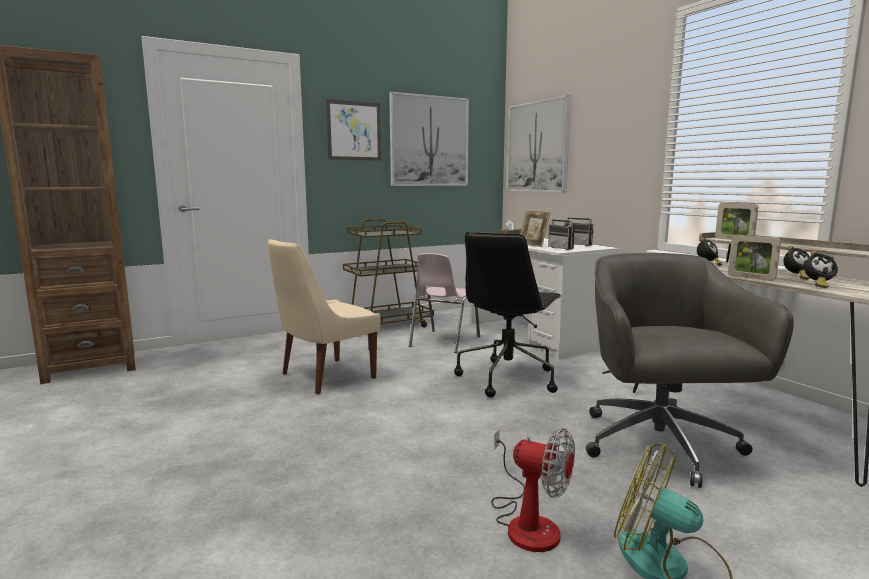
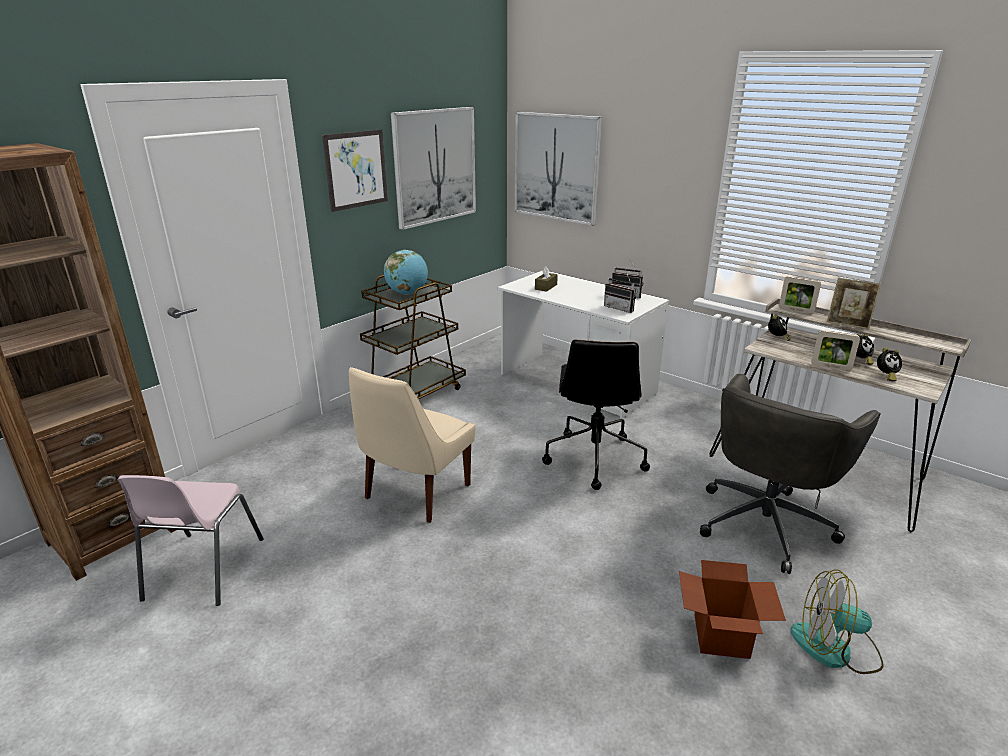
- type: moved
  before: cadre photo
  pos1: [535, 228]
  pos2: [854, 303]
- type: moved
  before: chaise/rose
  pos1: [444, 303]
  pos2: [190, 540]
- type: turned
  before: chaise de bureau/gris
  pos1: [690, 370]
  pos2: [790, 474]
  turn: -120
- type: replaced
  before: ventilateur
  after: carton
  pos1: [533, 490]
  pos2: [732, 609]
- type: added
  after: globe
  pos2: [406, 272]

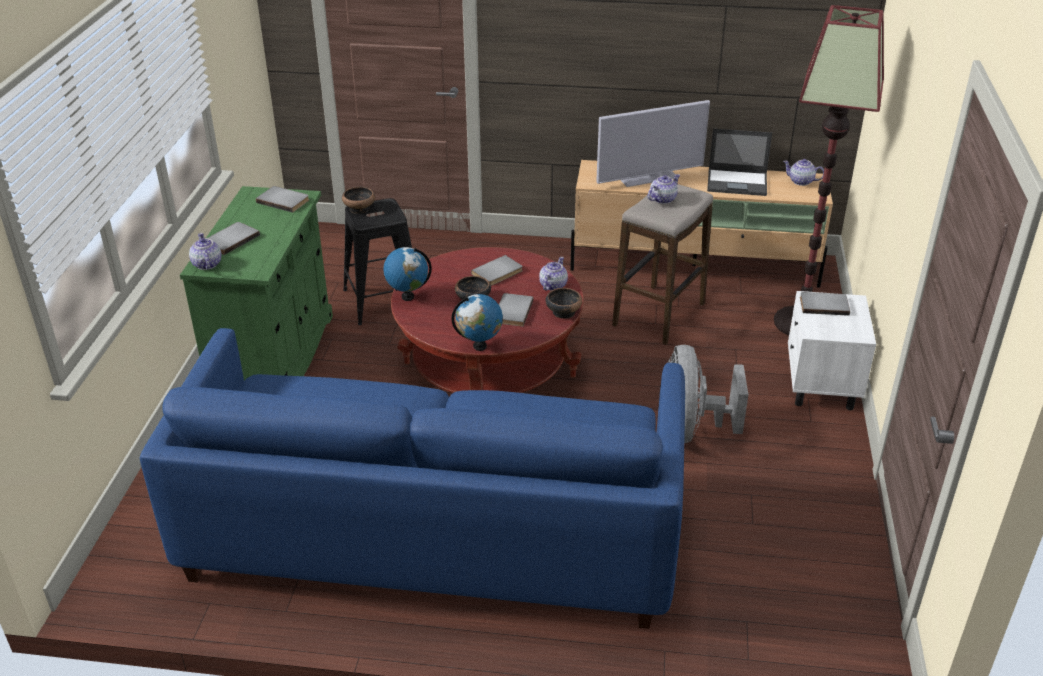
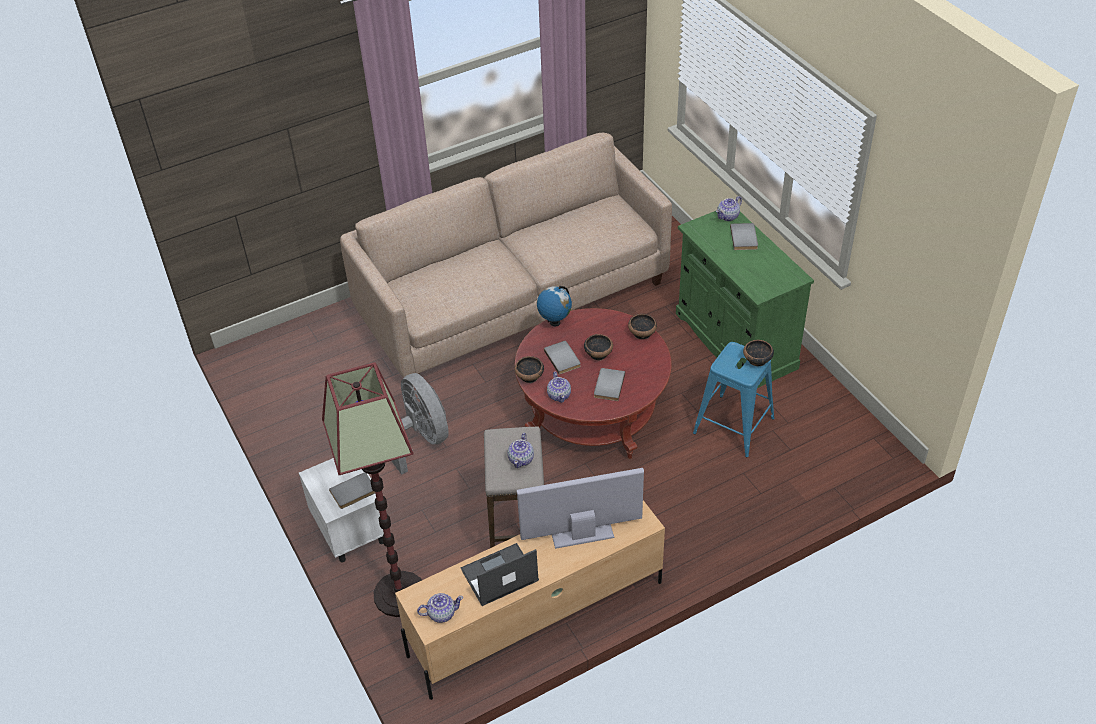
- type: turned
  before: téléviseur
  pos1: [653, 143]
  pos2: [580, 508]
  turn: 45
- type: removed
  before: livre/gris
  pos1: [282, 199]
- type: recoloured
  before: tabouret/noir
  after: tabouret/bleu
  pos1: [377, 261]
  pos2: [734, 399]
- type: turned
  before: théière
  pos1: [205, 251]
  pos2: [729, 208]
  turn: 105
- type: replaced
  before: globe
  after: bol
  pos1: [407, 274]
  pos2: [642, 326]
- type: recoloured
  before: canapé/bleu
  after: canapé/beige
  pos1: [412, 478]
  pos2: [506, 255]

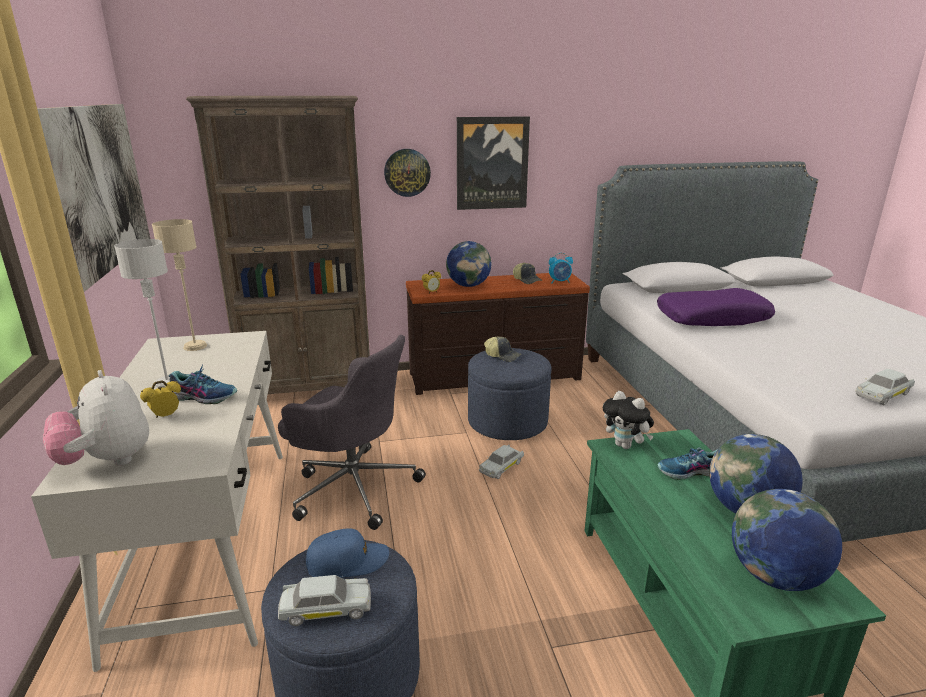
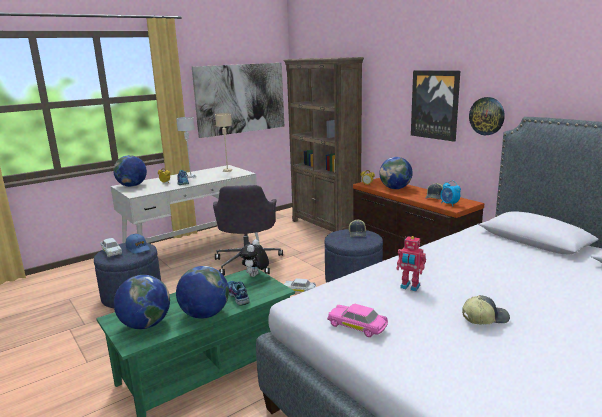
- type: moved
  before: horloge murale
  pos1: [407, 173]
  pos2: [487, 116]
- type: removed
  before: coussin/violet
  pos1: [716, 307]
- type: recoloured
  before: petite voiture/blanc
  after: petite voiture/rose
  pos1: [885, 387]
  pos2: [357, 320]
- type: replaced
  before: peluche
  after: globe
  pos1: [96, 418]
  pos2: [130, 171]
- type: added
  after: robot jouet
  pos2: [411, 263]
- type: added
  after: casquette
  pos2: [486, 309]

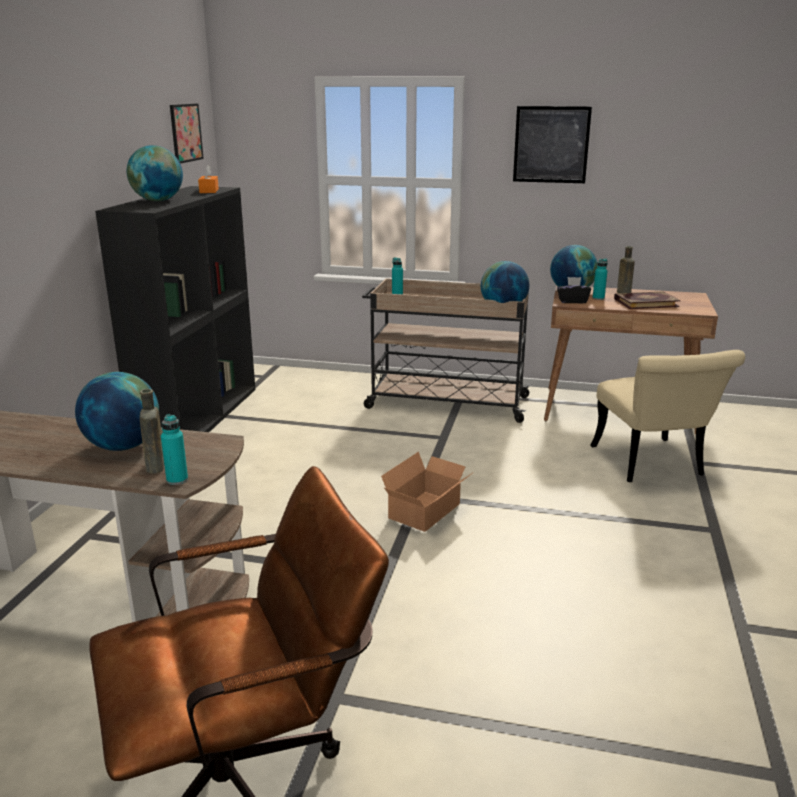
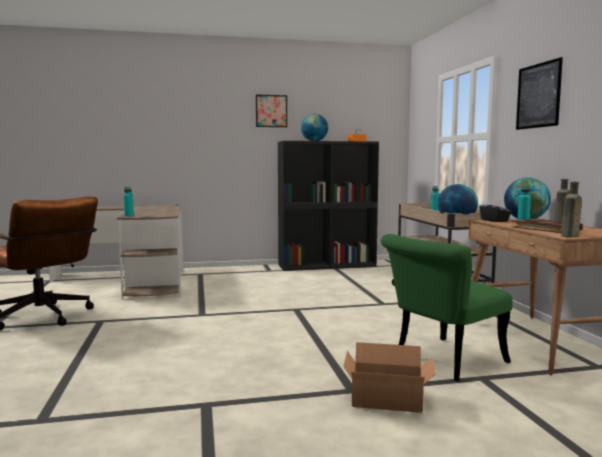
- type: moved
  before: tableau
  pos1: [187, 134]
  pos2: [271, 110]
- type: recoloured
  before: chaise/beige
  after: chaise/vert
  pos1: [667, 416]
  pos2: [447, 307]
- type: removed
  before: globe
  pos1: [117, 411]
- type: moved
  before: bouteille/marron
  pos1: [152, 431]
  pos2: [571, 210]
- type: moved
  before: carton
  pos1: [427, 492]
  pos2: [389, 377]

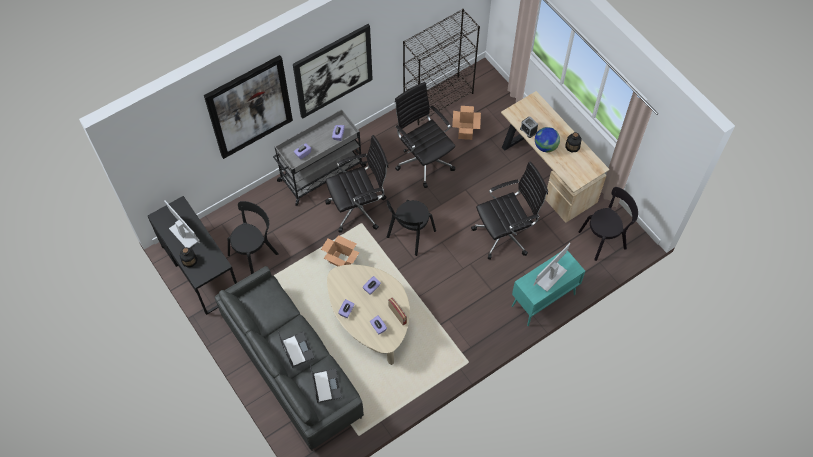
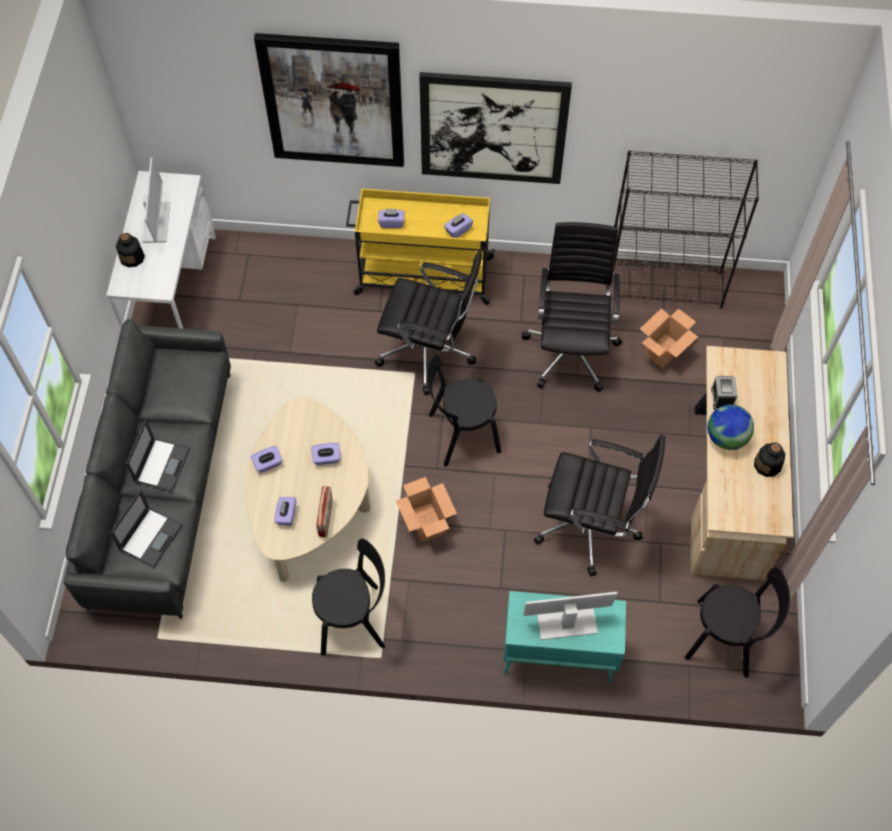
- type: recoloured
  before: chariot/gris
  after: chariot/jaune
  pos1: [320, 157]
  pos2: [420, 247]
- type: recoloured
  before: bureau/noir
  after: bureau/blanc
  pos1: [192, 255]
  pos2: [161, 250]
- type: moved
  before: chaise/noir
  pos1: [253, 237]
  pos2: [348, 597]
- type: moved
  before: carton
  pos1: [340, 251]
  pos2: [426, 509]

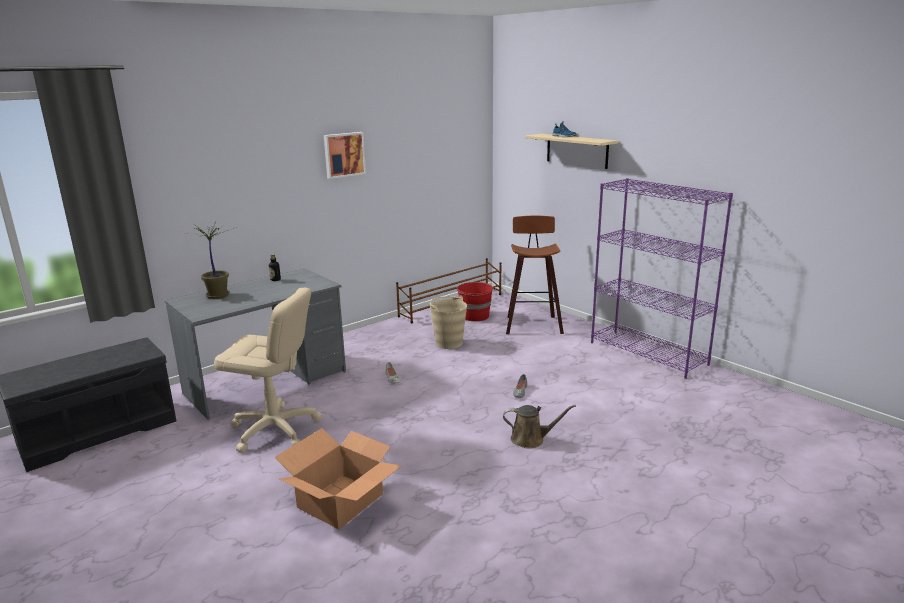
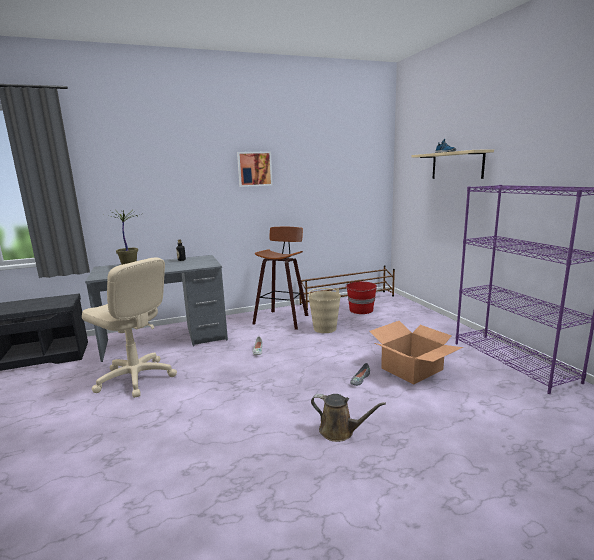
- type: moved
  before: tabouret
  pos1: [535, 275]
  pos2: [280, 278]
- type: moved
  before: carton
  pos1: [338, 478]
  pos2: [416, 353]

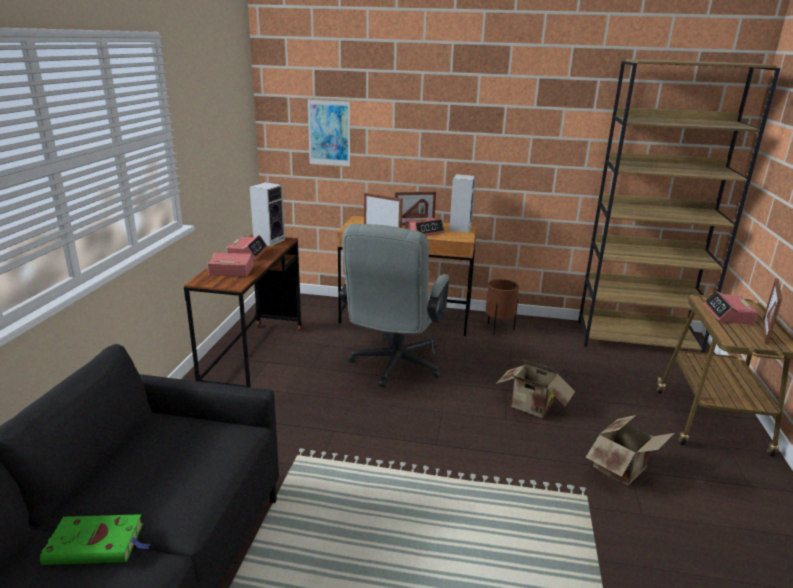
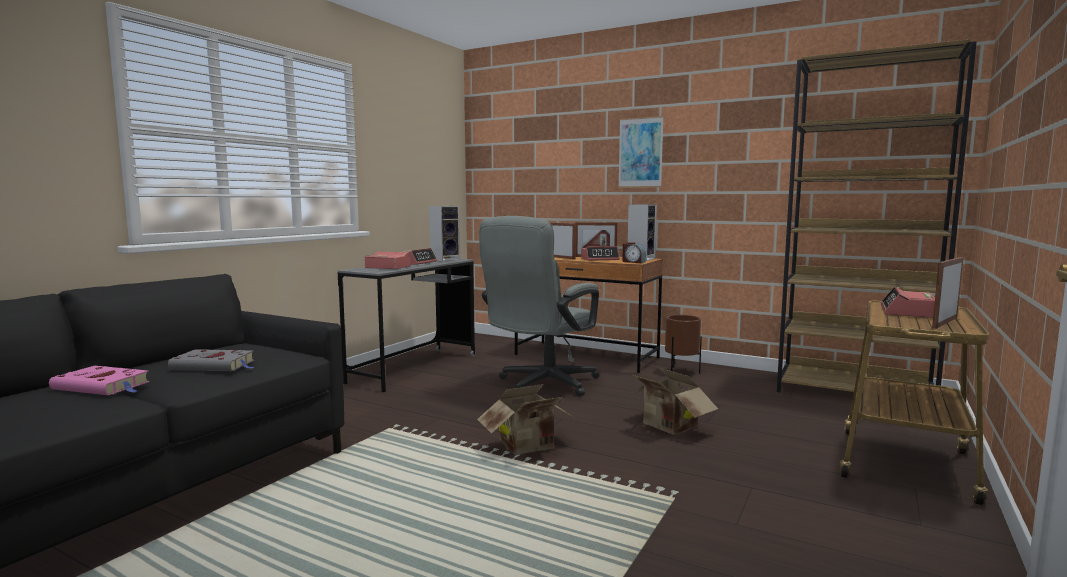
- type: moved
  before: tableau
  pos1: [328, 132]
  pos2: [641, 152]
- type: recoloured
  before: bureau/marron
  after: bureau/gris
  pos1: [243, 311]
  pos2: [407, 325]
- type: moved
  before: carton
  pos1: [630, 450]
  pos2: [526, 419]
- type: recoloured
  before: livre/vert
  after: livre/rose
  pos1: [95, 539]
  pos2: [99, 380]
- type: added
  after: réveil
  pos2: [634, 252]
- type: added
  after: livre/gris
  pos2: [211, 360]

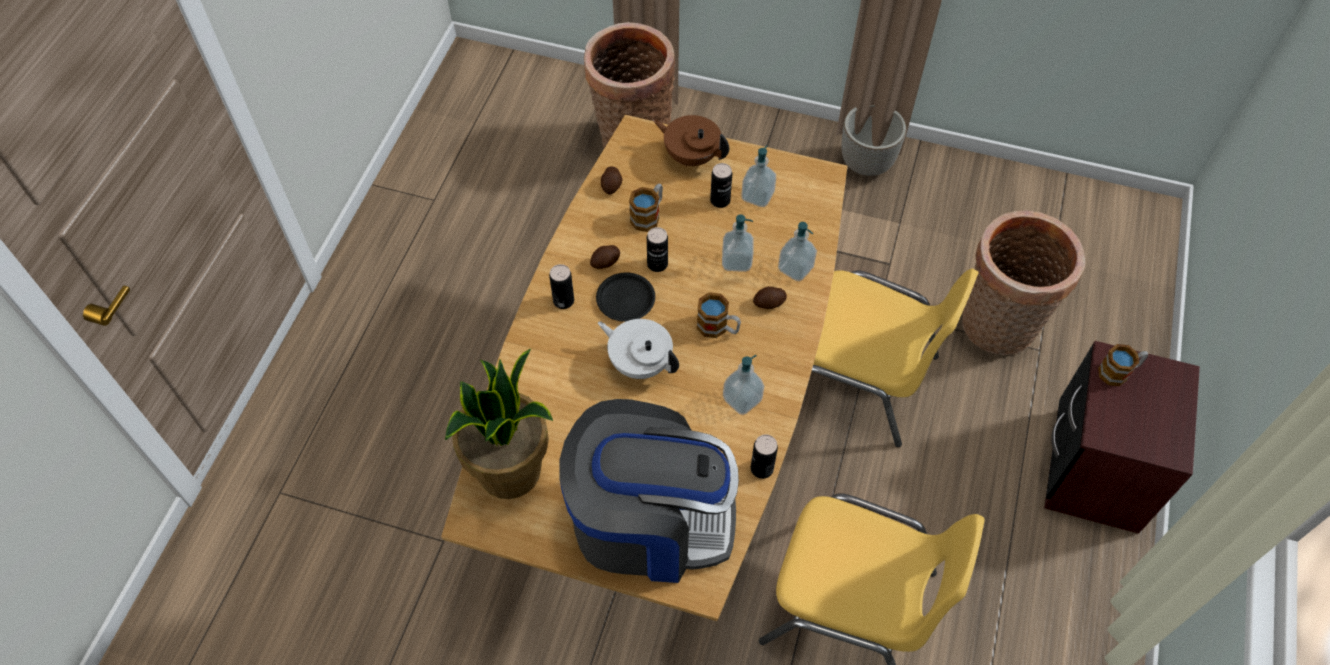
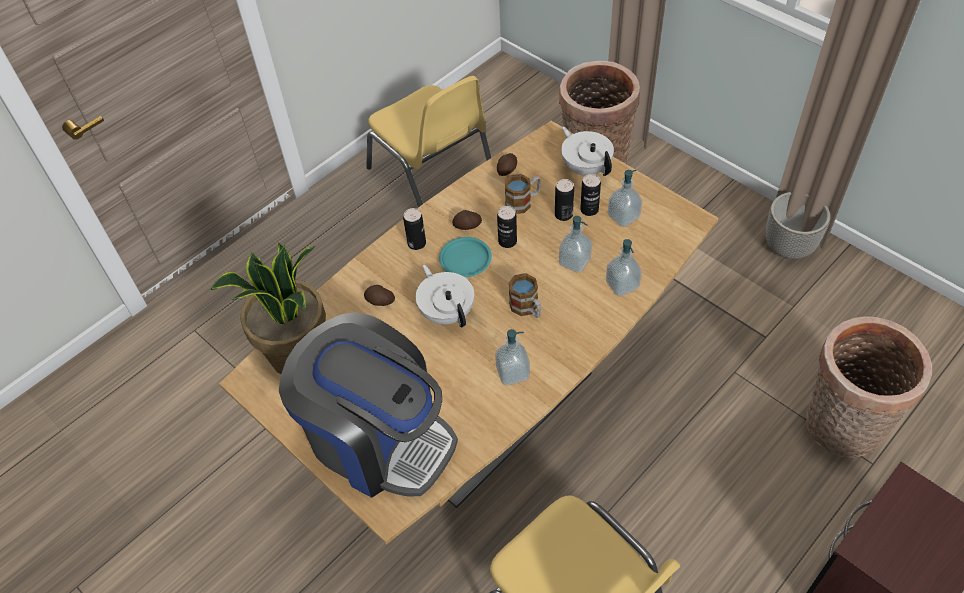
- type: recoloured
  before: théière/marron
  after: théière/blanc
  pos1: [691, 140]
  pos2: [587, 151]
- type: moved
  before: chaise/jaune
  pos1: [895, 357]
  pos2: [428, 141]
- type: recoloured
  before: assiette/noir
  after: assiette/turquoise
  pos1: [625, 297]
  pos2: [465, 257]
- type: moved
  before: pomme de terre
  pos1: [770, 297]
  pos2: [379, 295]
- type: removed
  before: mug
  pos1: [1123, 365]
- type: moved
  before: boîte métallique
  pos1: [764, 456]
  pos2: [564, 200]

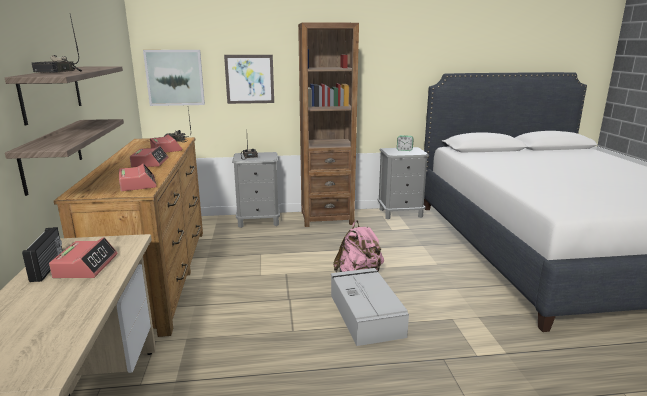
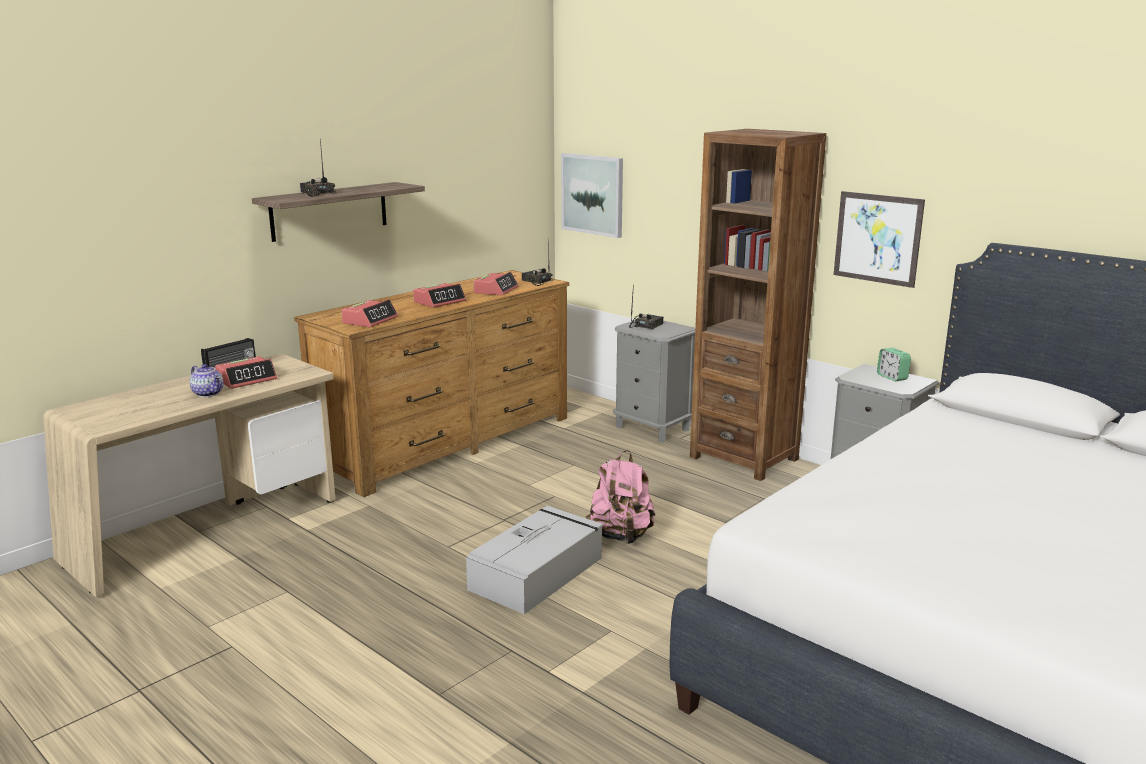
- type: turned
  before: radio
  pos1: [57, 44]
  pos2: [318, 167]
  turn: 75
- type: moved
  before: tableau
  pos1: [249, 79]
  pos2: [879, 239]
- type: removed
  before: étagère
  pos1: [64, 157]
- type: added
  after: théière
  pos2: [206, 380]

